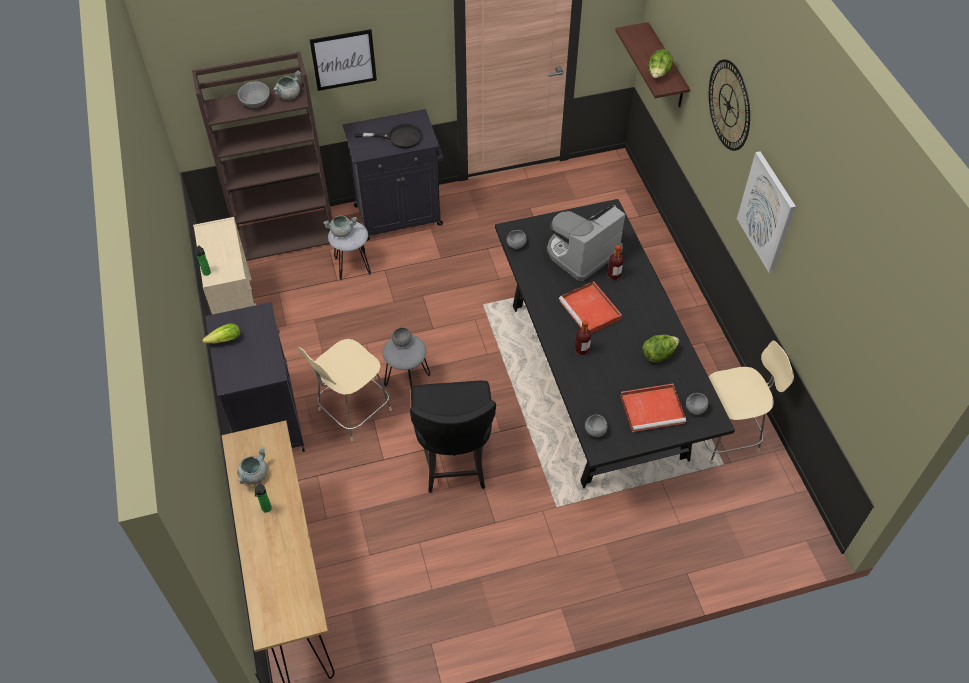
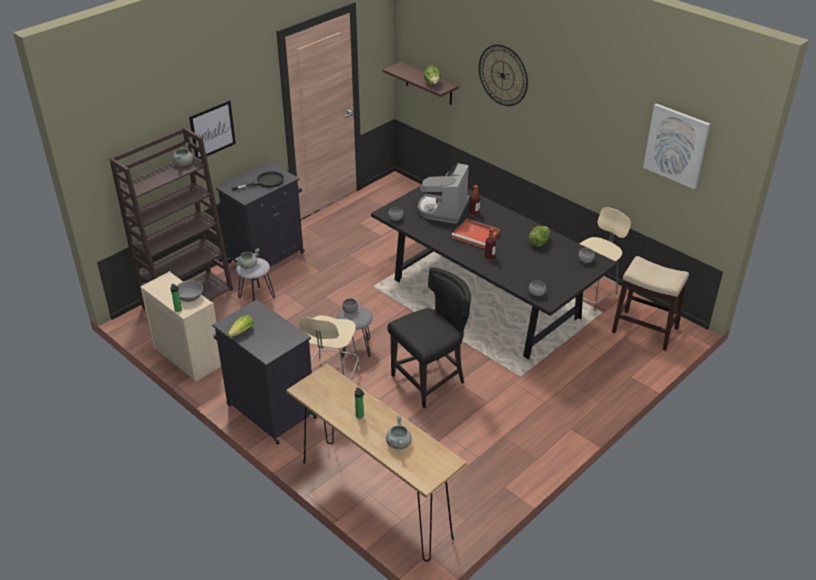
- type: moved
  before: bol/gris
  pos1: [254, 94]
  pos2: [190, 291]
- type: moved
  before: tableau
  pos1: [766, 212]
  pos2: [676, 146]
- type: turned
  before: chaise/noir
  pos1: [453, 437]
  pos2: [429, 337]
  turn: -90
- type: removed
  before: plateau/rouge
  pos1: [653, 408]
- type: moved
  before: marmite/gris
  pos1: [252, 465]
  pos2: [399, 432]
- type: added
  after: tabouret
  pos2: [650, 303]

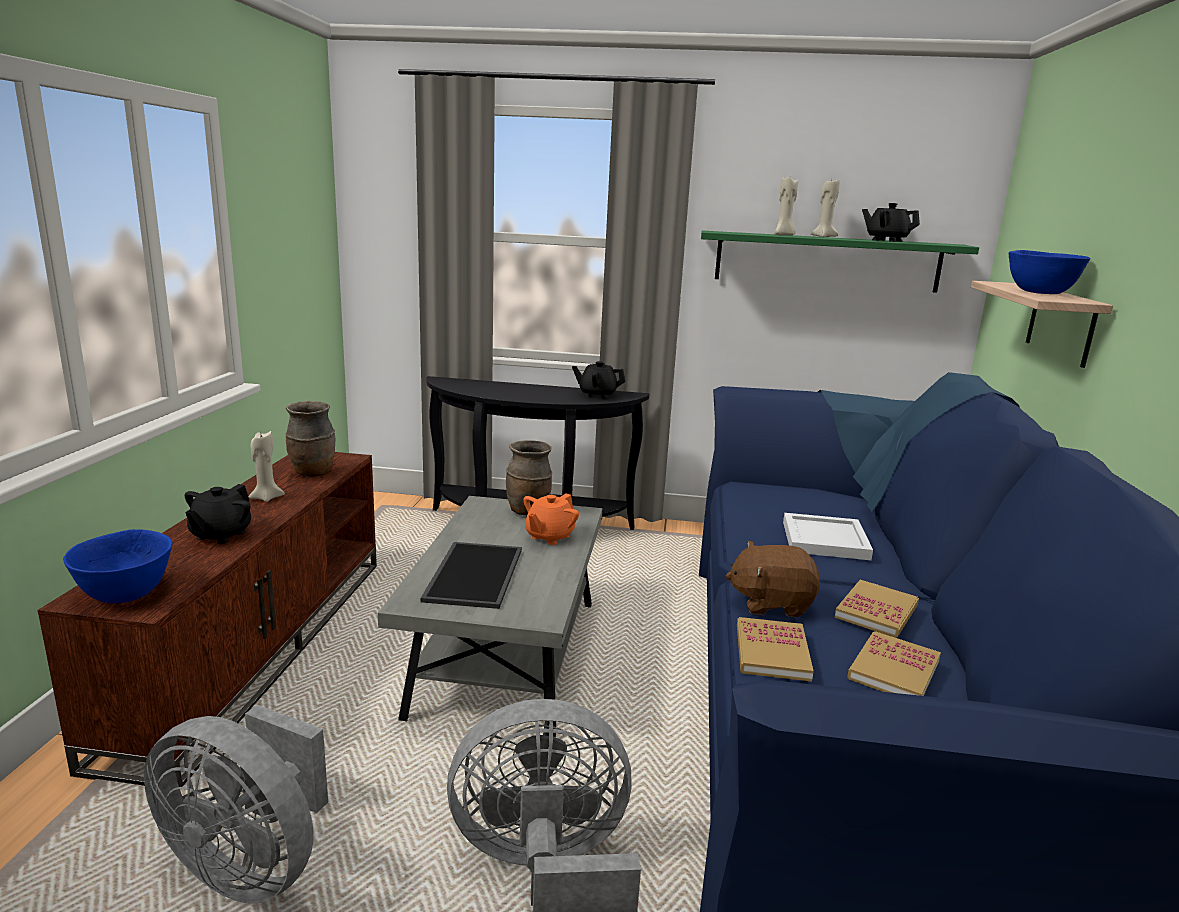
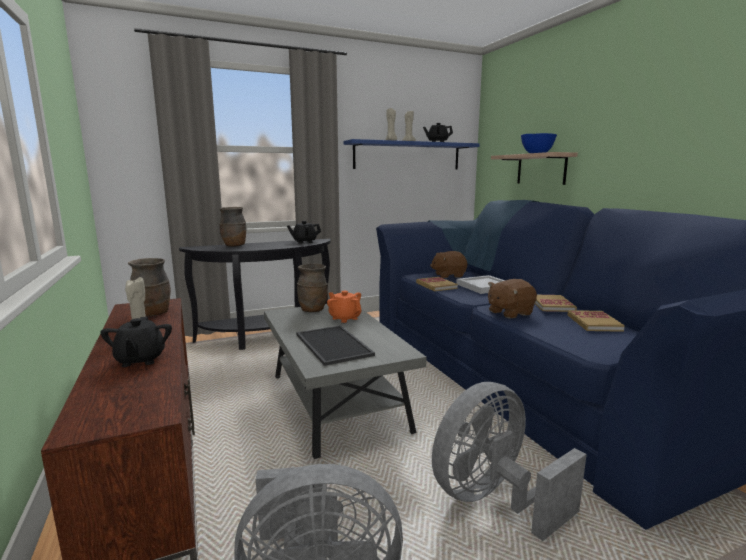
- type: recoloured
  before: étagère/vert
  after: étagère/bleu
  pos1: [840, 262]
  pos2: [411, 154]
- type: turned
  before: théière/orange
  pos1: [551, 519]
  pos2: [344, 307]
  turn: 135
- type: removed
  before: bol/bleu
  pos1: [118, 566]
- type: moved
  before: livre
  pos1: [775, 649]
  pos2: [437, 284]
- type: added
  after: vase/marron
  pos2: [232, 227]
- type: added
  after: peluche/marron
  pos2: [448, 264]

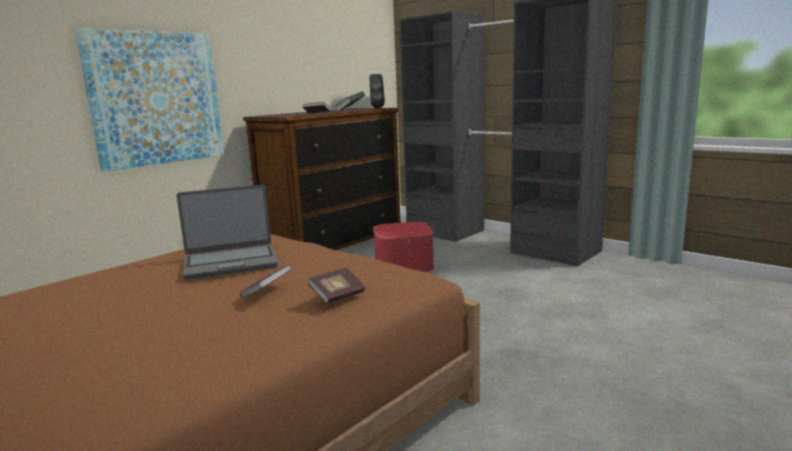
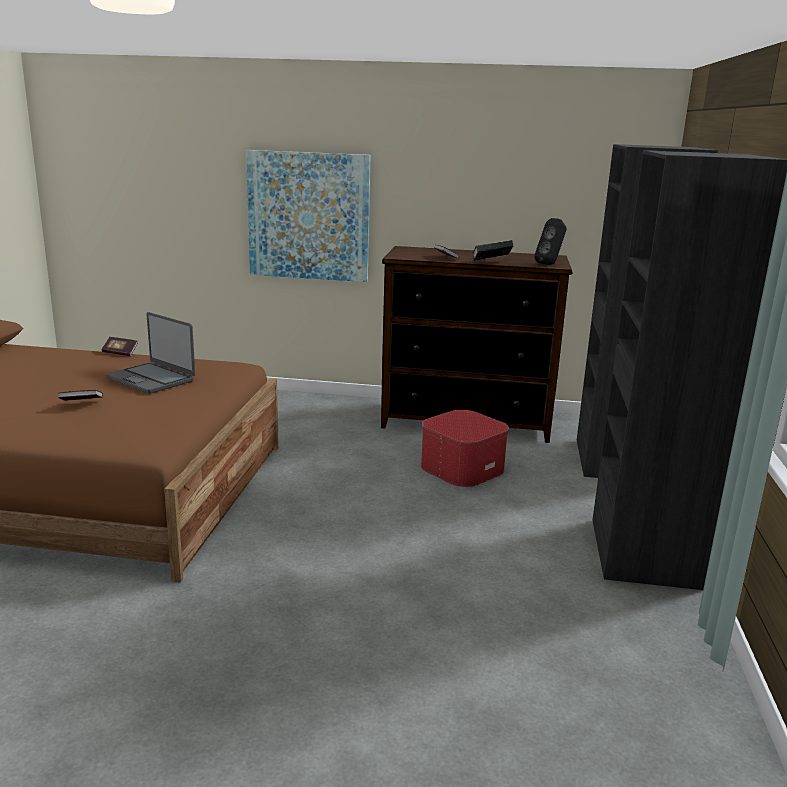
- type: moved
  before: livre
  pos1: [336, 286]
  pos2: [119, 346]

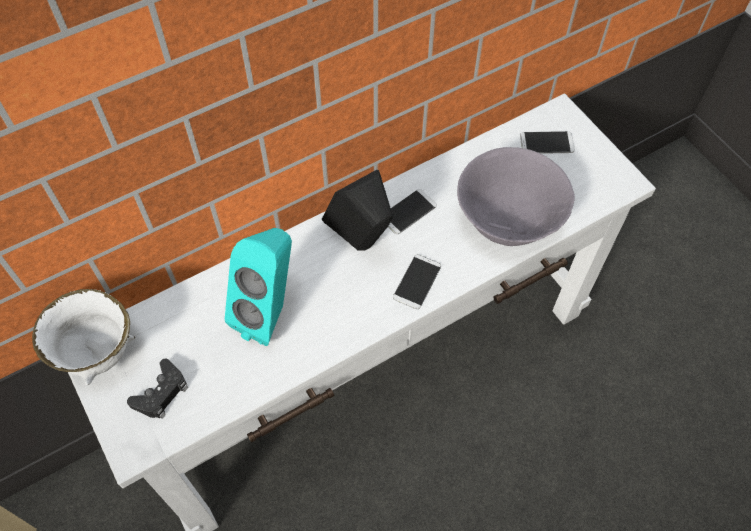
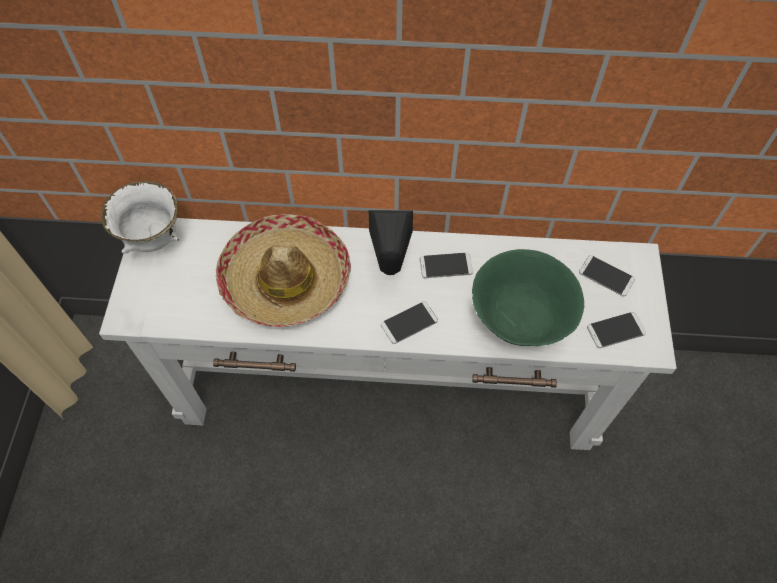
- type: recoloured
  before: bol/gris
  after: bol/vert
  pos1: [516, 196]
  pos2: [528, 297]
- type: replaced
  before: enceinte/turquoise
  after: chapeau
  pos1: [258, 287]
  pos2: [283, 270]
- type: removed
  before: manette/noir
  pos1: [157, 389]
- type: added
  after: téléphone
  pos2: [616, 330]

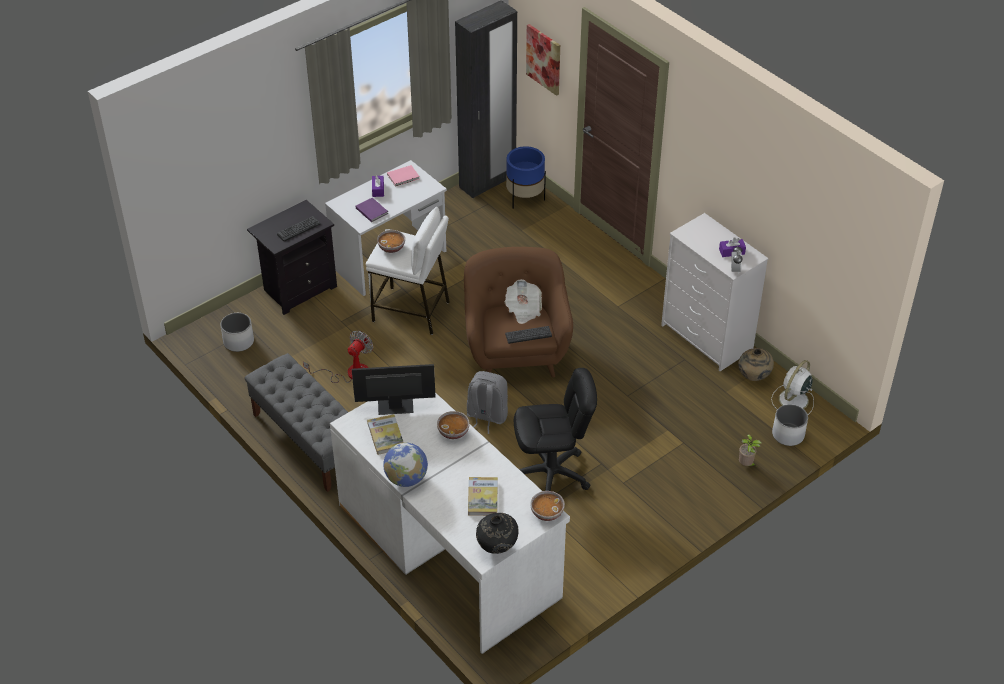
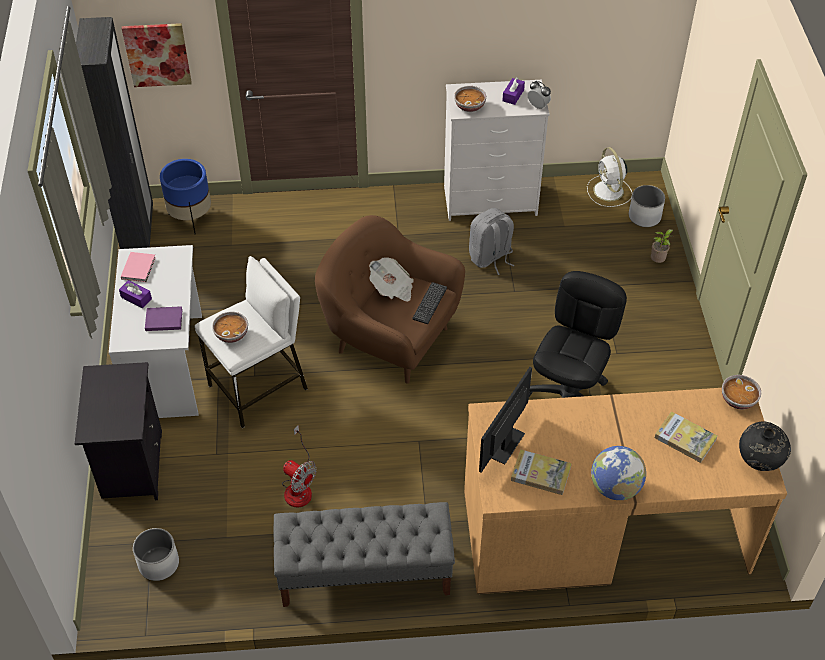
- type: removed
  before: clavier
  pos1: [298, 229]
- type: turned
  before: ventilateur
  pos1: [338, 357]
  pos2: [299, 466]
  turn: 150
- type: removed
  before: vase/beige
  pos1: [756, 364]
- type: moved
  before: sac à dos/gris
  pos1: [487, 402]
  pos2: [492, 241]
- type: recoloured
  before: bureau/blanc
  after: bureau/marron
  pos1: [450, 523]
  pos2: [625, 491]
- type: moved
  before: bol
  pos1: [453, 425]
  pos2: [470, 99]

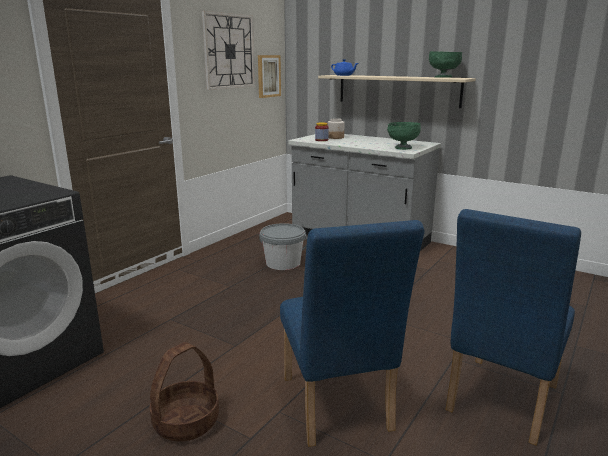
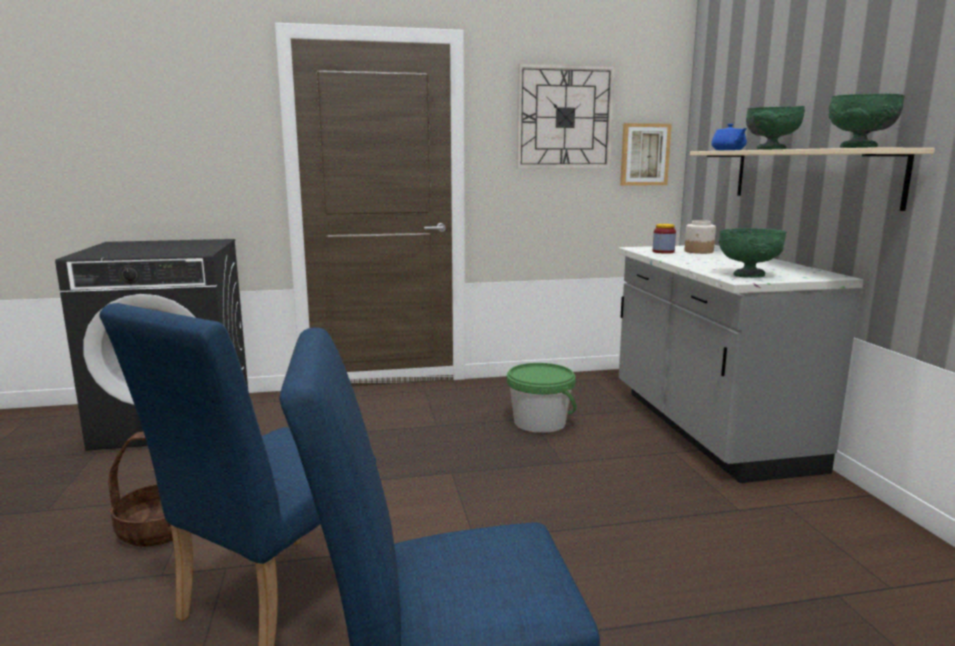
- type: recoloured
  before: seau/gris
  after: seau/vert
  pos1: [283, 246]
  pos2: [542, 398]
- type: added
  after: bol/vert
  pos2: [775, 128]

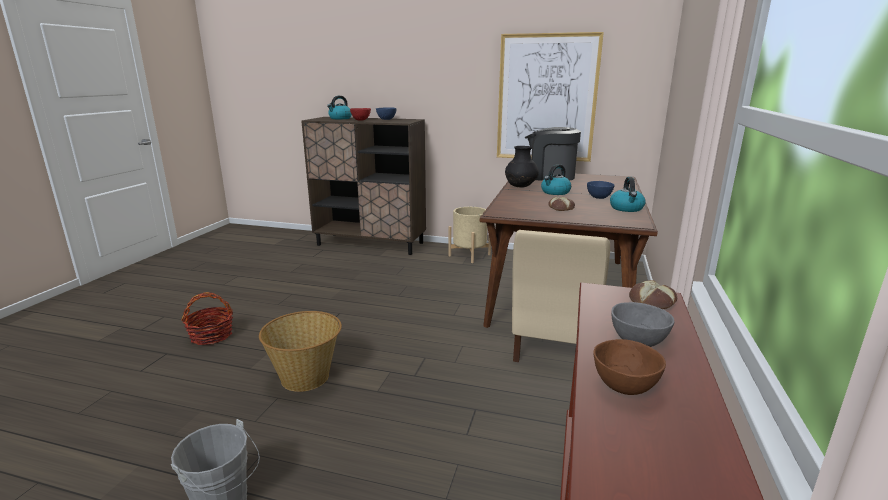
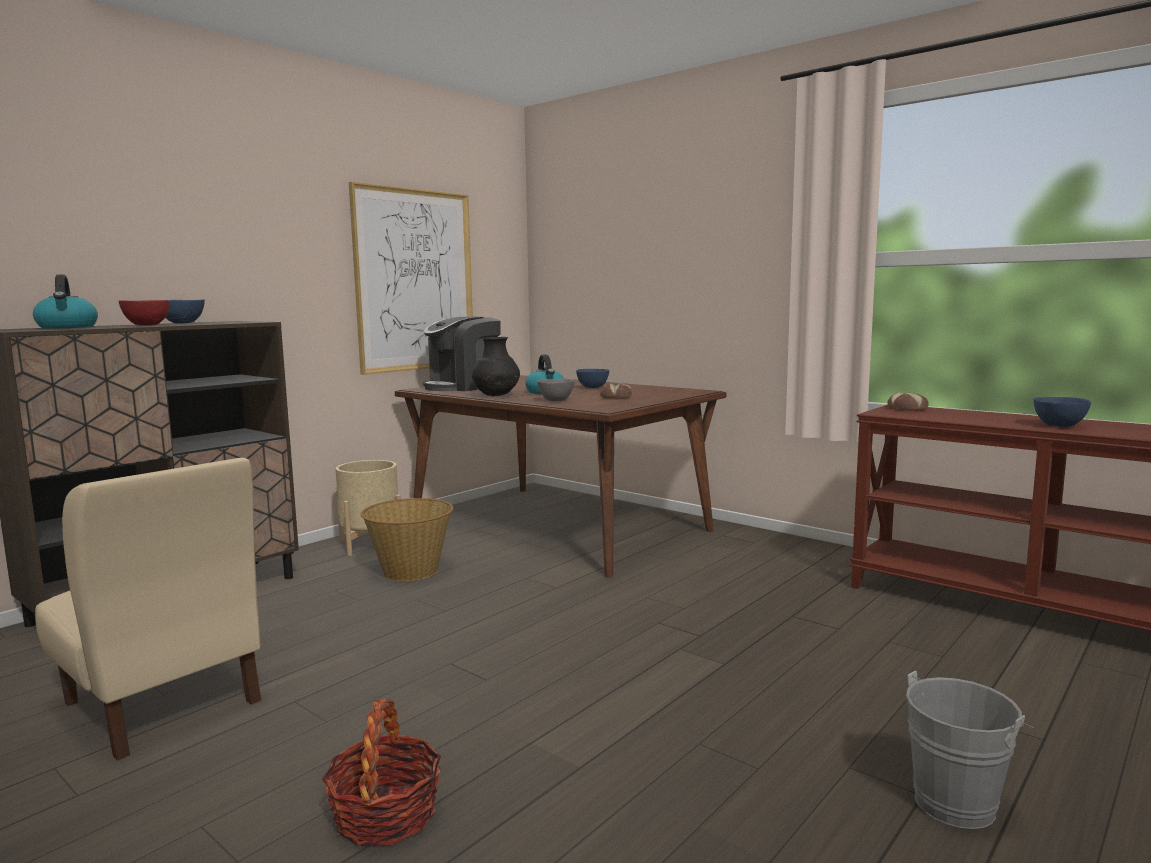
- type: removed
  before: bouilloire
  pos1: [628, 194]
- type: moved
  before: chaise/beige
  pos1: [561, 296]
  pos2: [148, 609]
- type: moved
  before: bol/gris
  pos1: [642, 324]
  pos2: [556, 390]
- type: moved
  before: panier
  pos1: [300, 351]
  pos2: [407, 539]
- type: recoloured
  before: bol/marron
  after: bol/bleu
  pos1: [629, 367]
  pos2: [1062, 412]

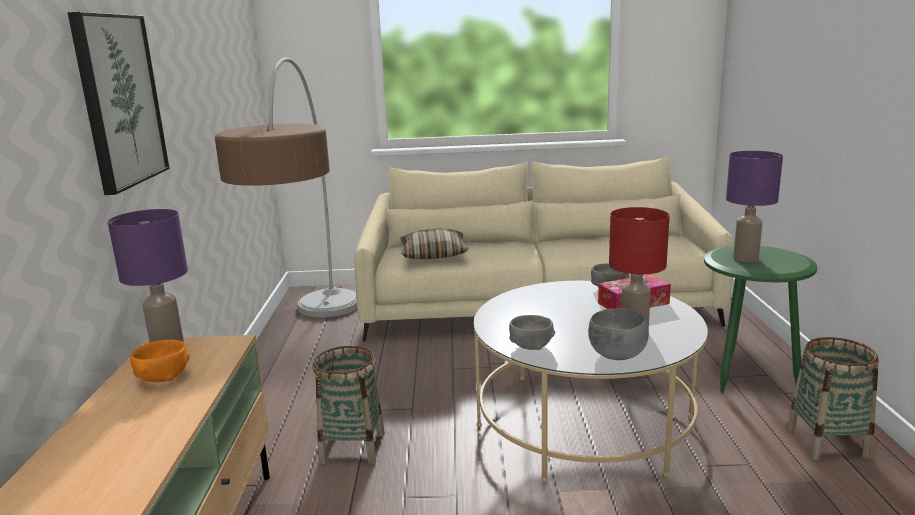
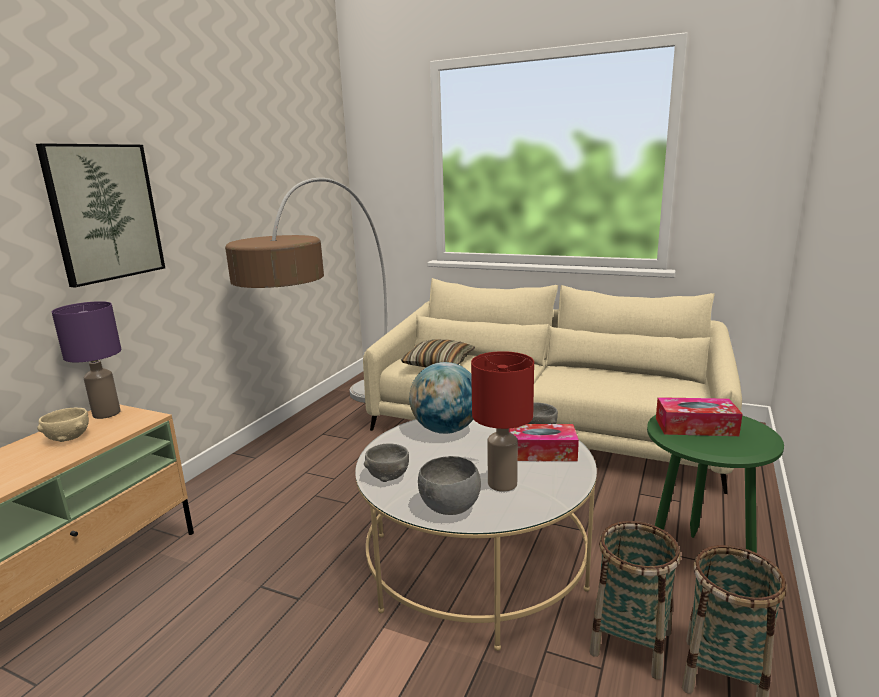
- type: replaced
  before: lampe de table/violet
  after: boîte à mouchoirs
  pos1: [754, 206]
  pos2: [699, 416]
- type: recoloured
  before: bol/orange
  after: bol/beige
  pos1: [160, 361]
  pos2: [63, 425]
- type: moved
  before: panier
  pos1: [348, 405]
  pos2: [634, 600]
- type: added
  after: globe
  pos2: [441, 398]

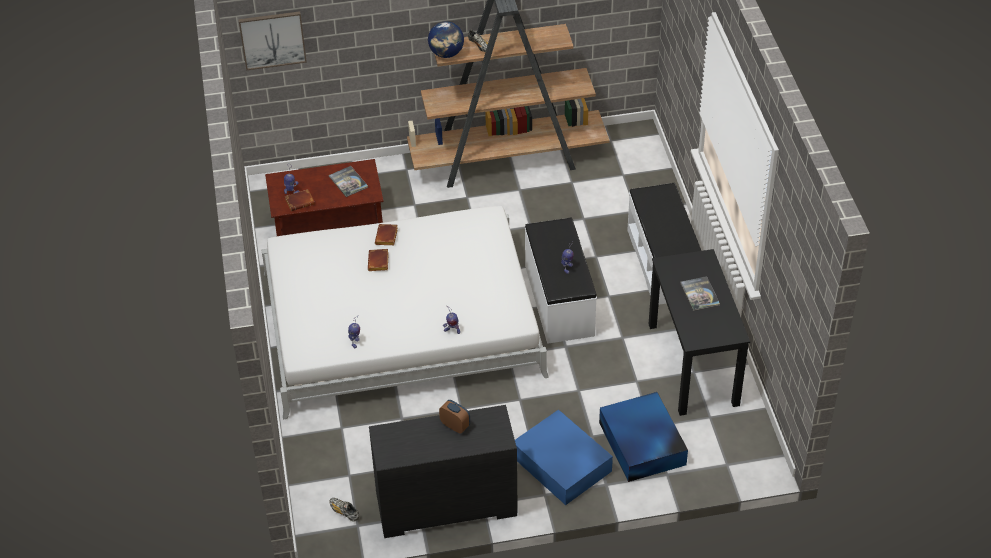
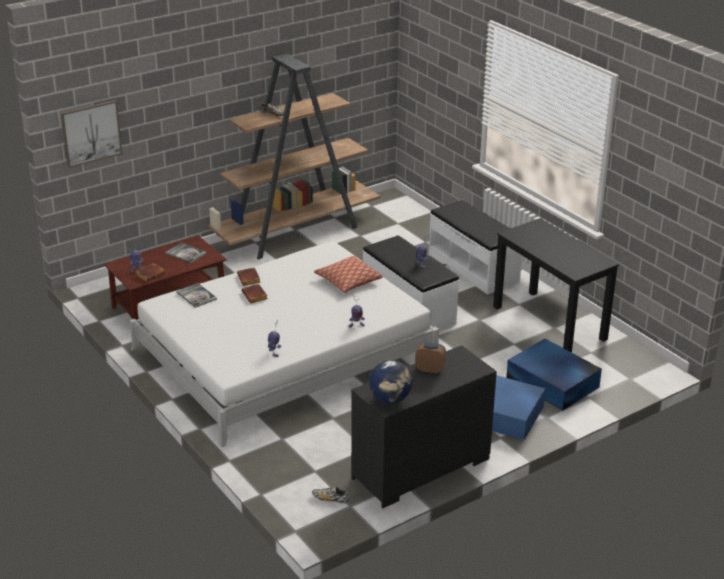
- type: moved
  before: globe
  pos1: [446, 39]
  pos2: [390, 381]
- type: moved
  before: livre
  pos1: [700, 293]
  pos2: [196, 295]
- type: added
  after: coussin
  pos2: [348, 274]

